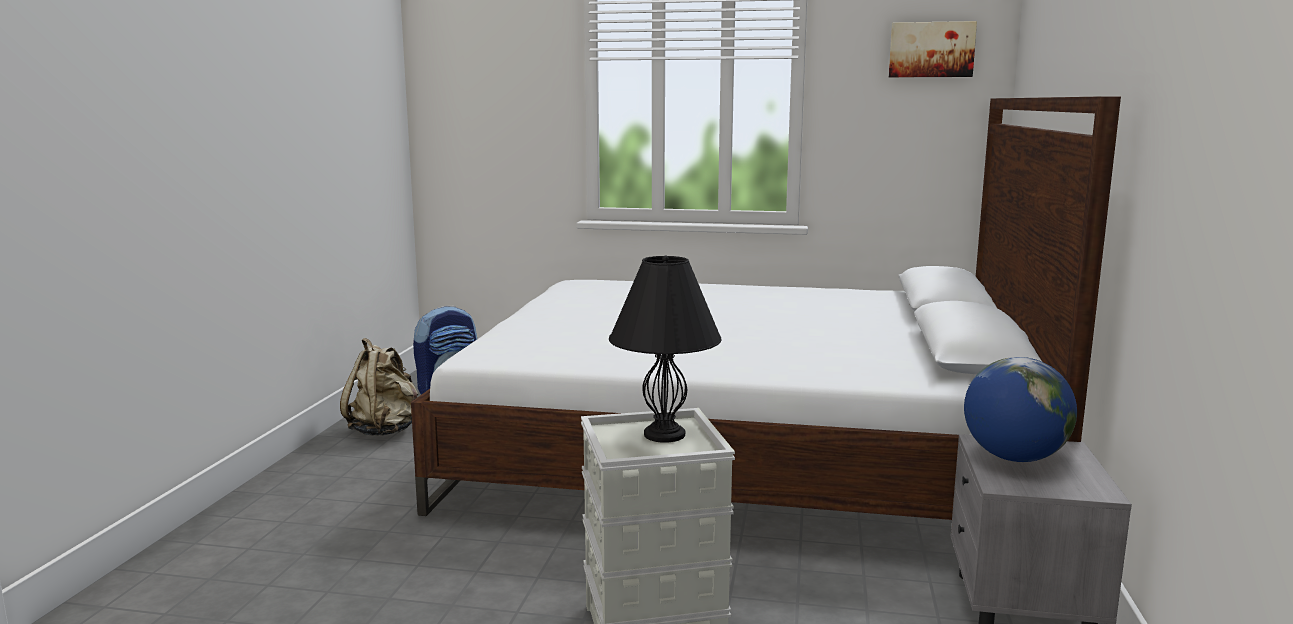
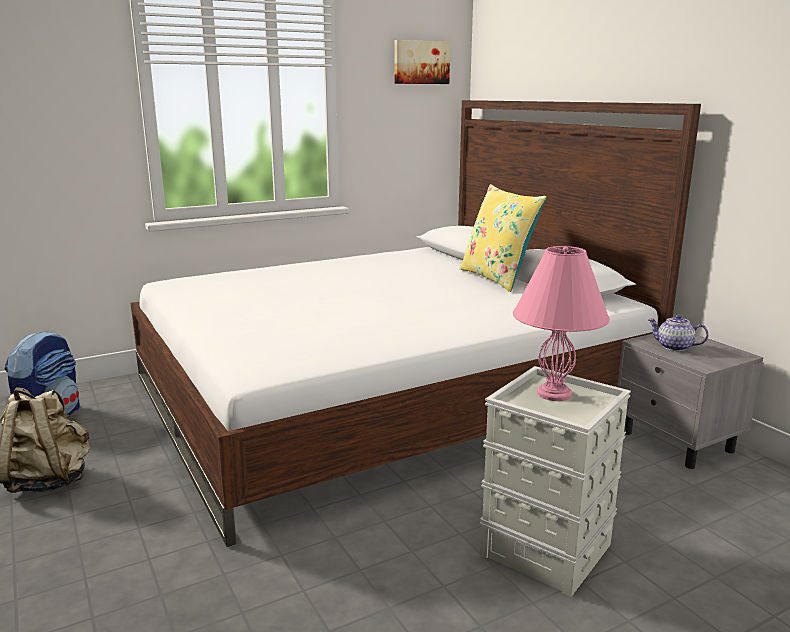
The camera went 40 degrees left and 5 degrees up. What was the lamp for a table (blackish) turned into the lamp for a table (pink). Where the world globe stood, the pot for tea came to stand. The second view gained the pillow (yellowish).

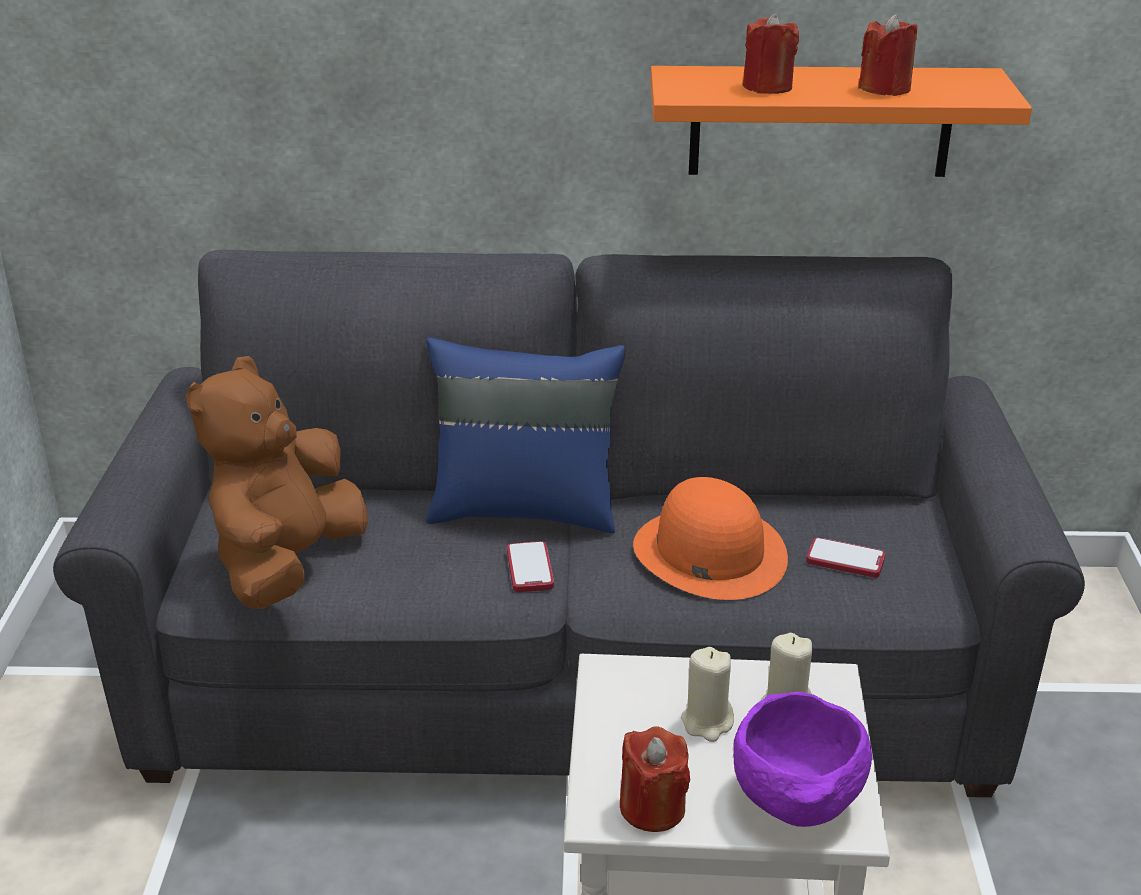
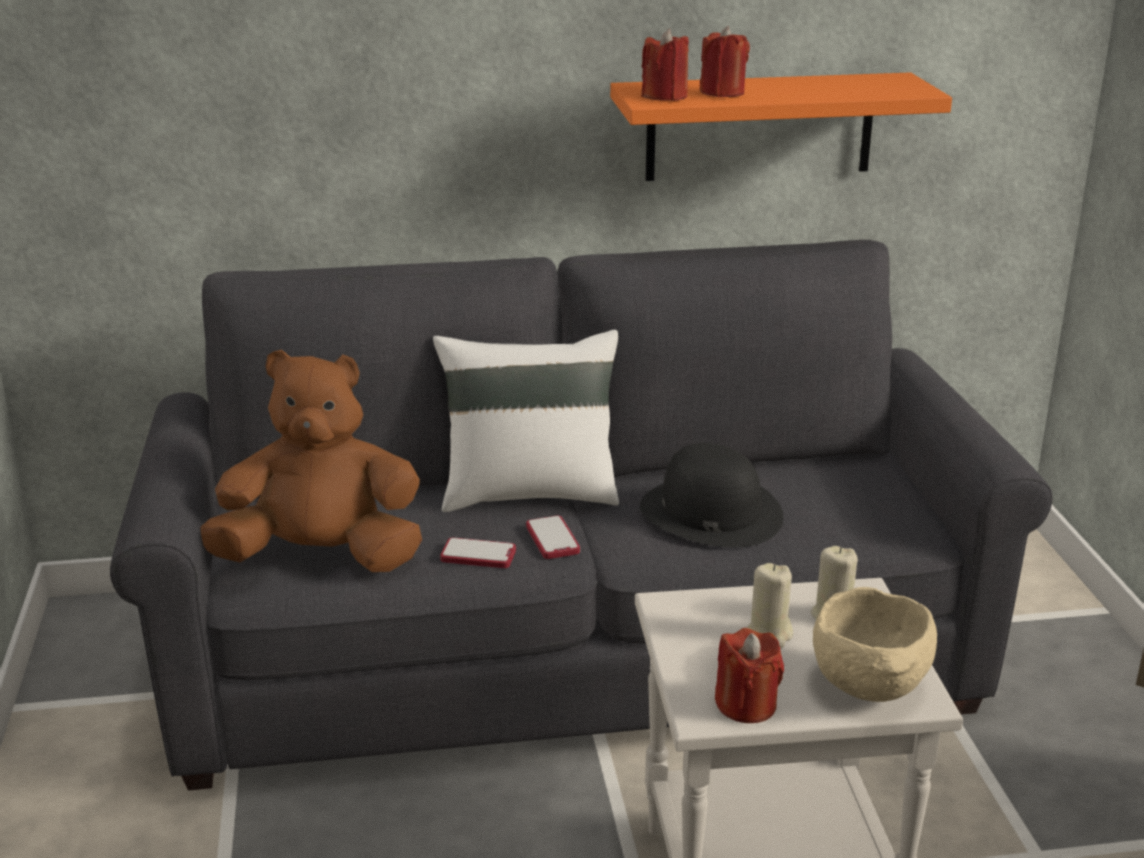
The camera went 10 degrees left and 5 degrees down. The plush toy (brown) ended up facing another way, 75 degrees clockwise from before. What was the pillow (blue-coloured) turned into the pillow (whitish). What was the hat (orange-coloured) turned into the hat (blackish). What was the serving bowl (purplish) turned into the serving bowl (beige-coloured). The handset (2nd from left in the first image) ended up elsewhere. The wax candle (red) (3rd from left in the first image) ended up elsewhere.

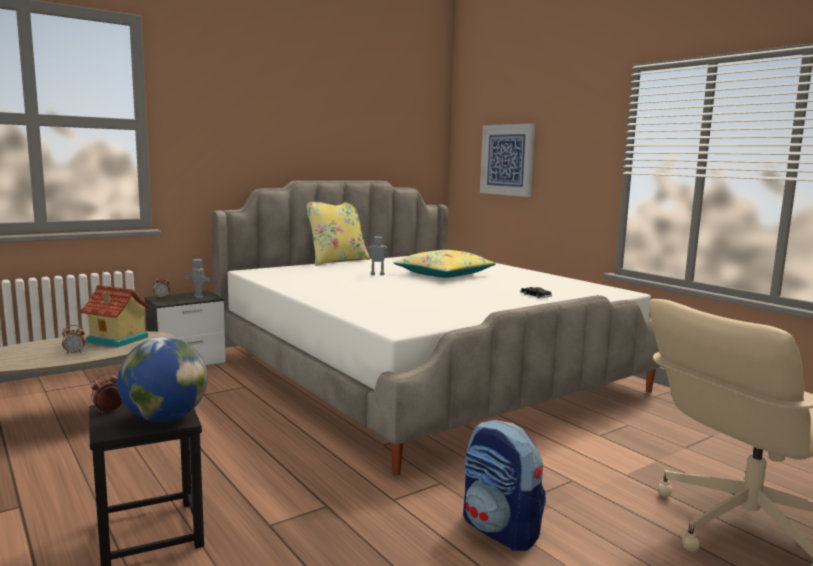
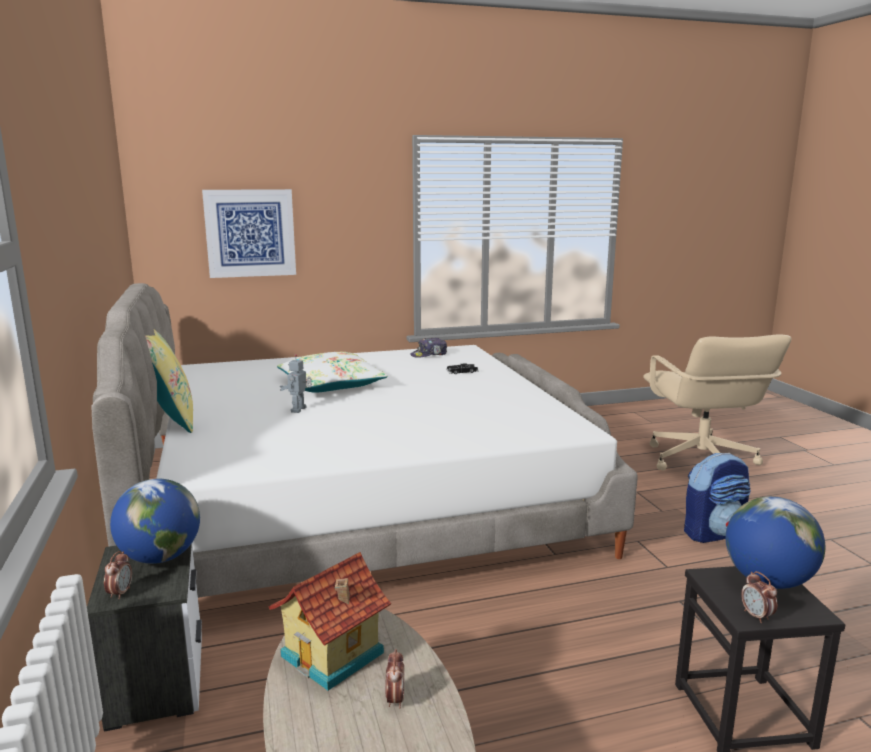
The camera went 70 degrees left and 5 degrees up. Where the robot figure (1st from left) stood, the world globe (1st from left) came to stand. What was the pillow (yellowish) (2nd from left) turned into the pillow (whitish). The second view gained the peaked cap.

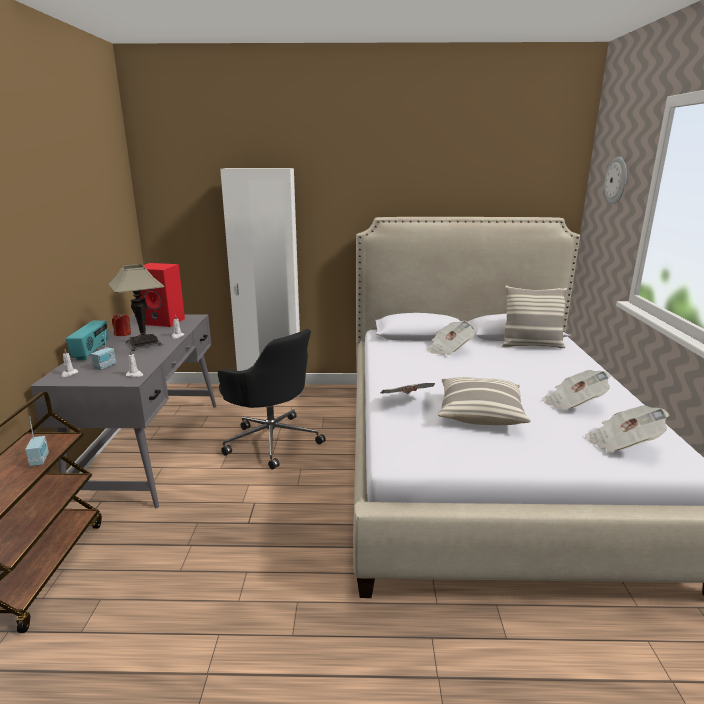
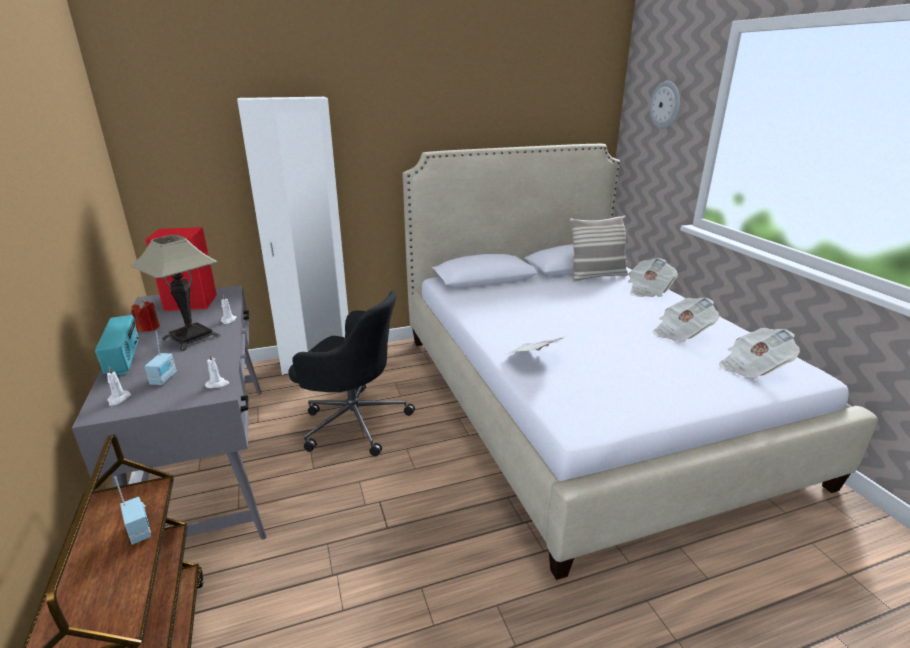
The camera went 20 degrees left and 5 degrees up. The printed paper (2nd from left) ended up elsewhere. The second view lost the pillow (1st from left).

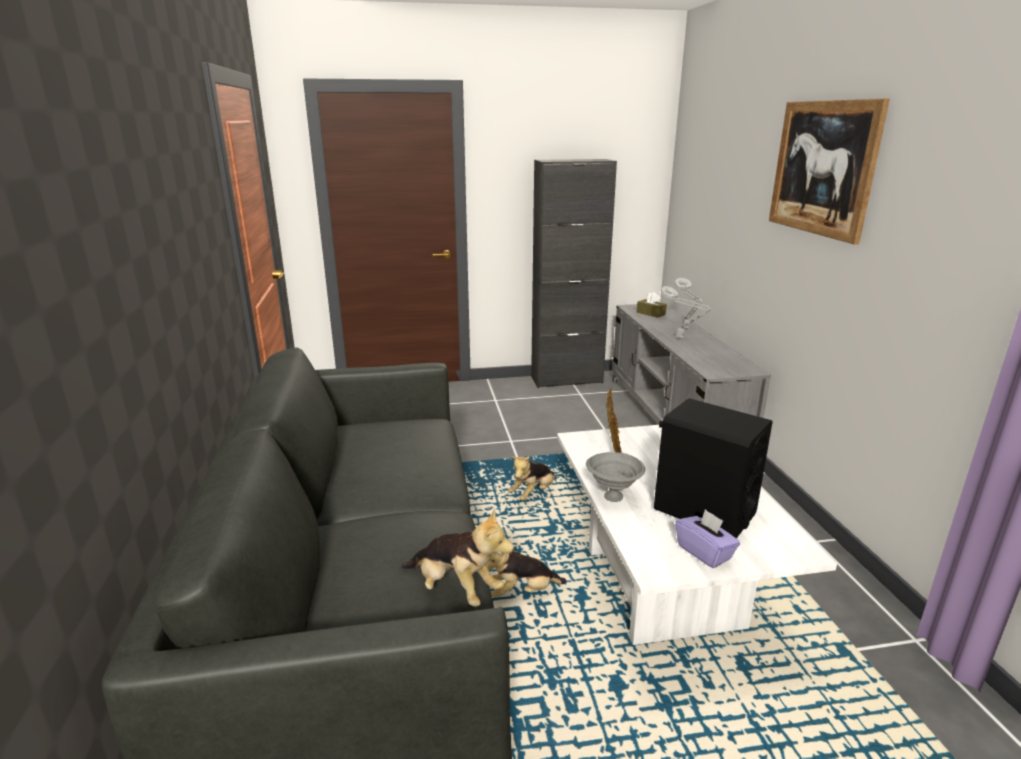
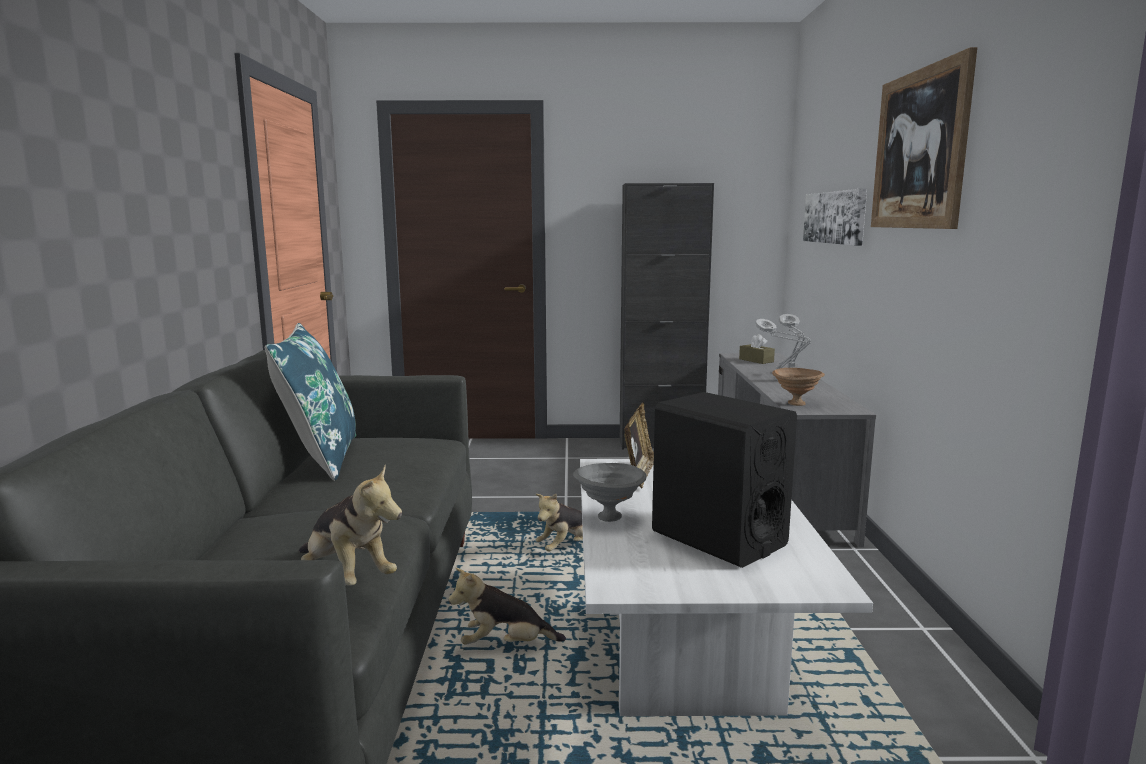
The camera went 10 degrees right and 10 degrees down. The second view lost the box of tissues (purplish). The second view gained the pillow (blue-coloured). The second view gained the serving bowl (brown). The second view gained the picture (1st from left).

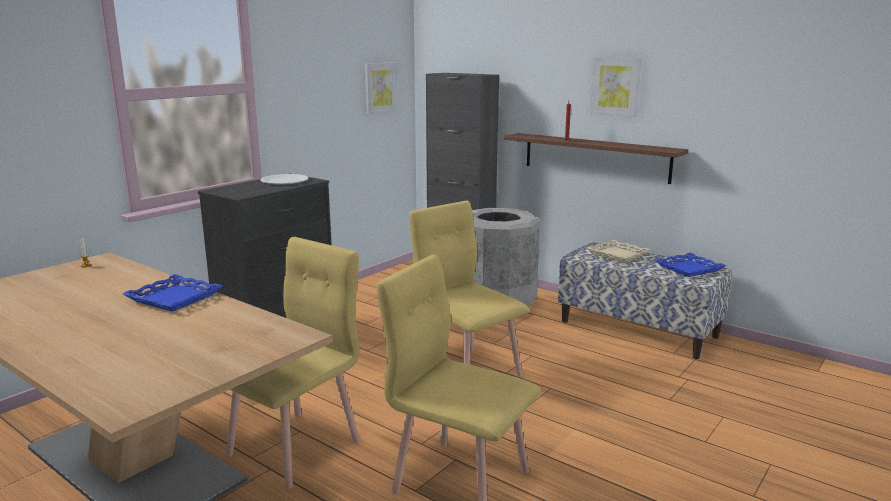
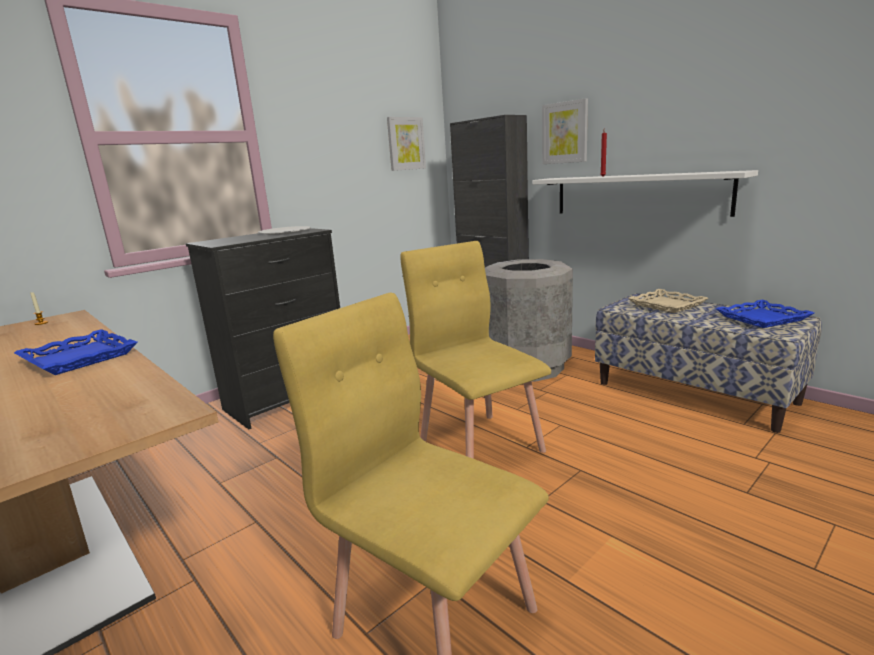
The camera went 10 degrees right and 0 degrees up. The second view lost the upright chair (yellowish) (1st from left). What was the bracket shelf (brown) turned into the bracket shelf (whitish). The picture (2nd from left) ended up elsewhere.

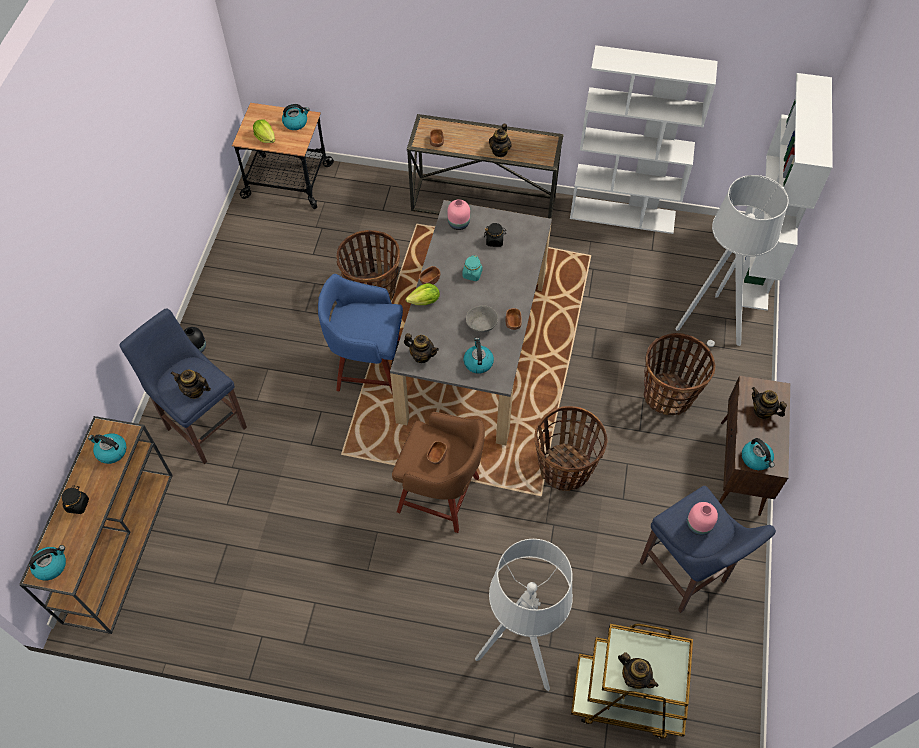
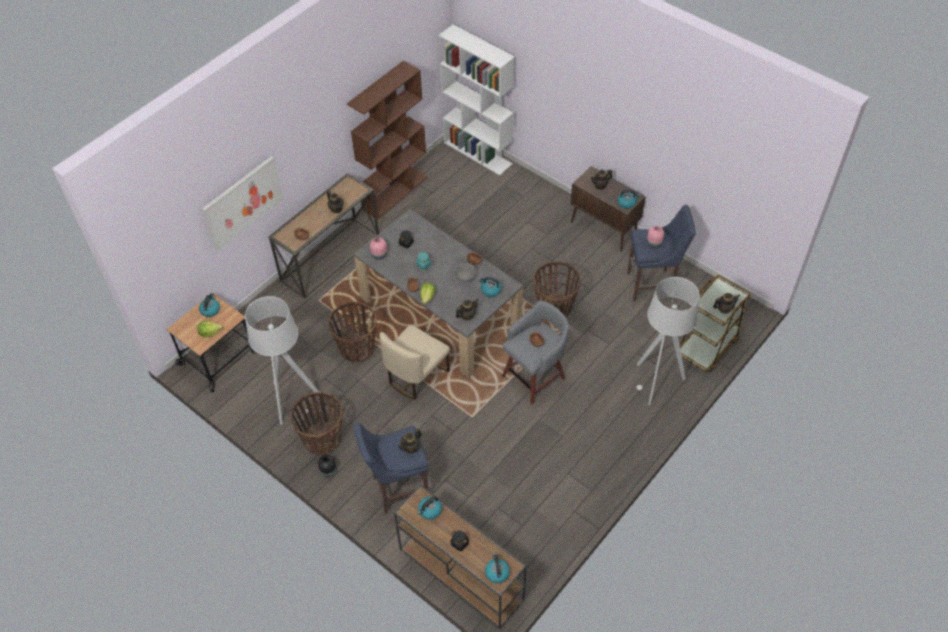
The camera went 60 degrees left and 5 degrees down. Where the stool (blue-coloured) (2nd from left) stood, the upright chair (beige-coloured) came to stand. What was the stool (brown) turned into the stool (gray). What was the shelving unit (whitish) (1st from left) turned into the shelving unit (brown). The household basket (3rd from left in the first image) ended up elsewhere. The standard lamp (gray) (2nd from left in the first image) ended up elsewhere. The second view gained the picture.

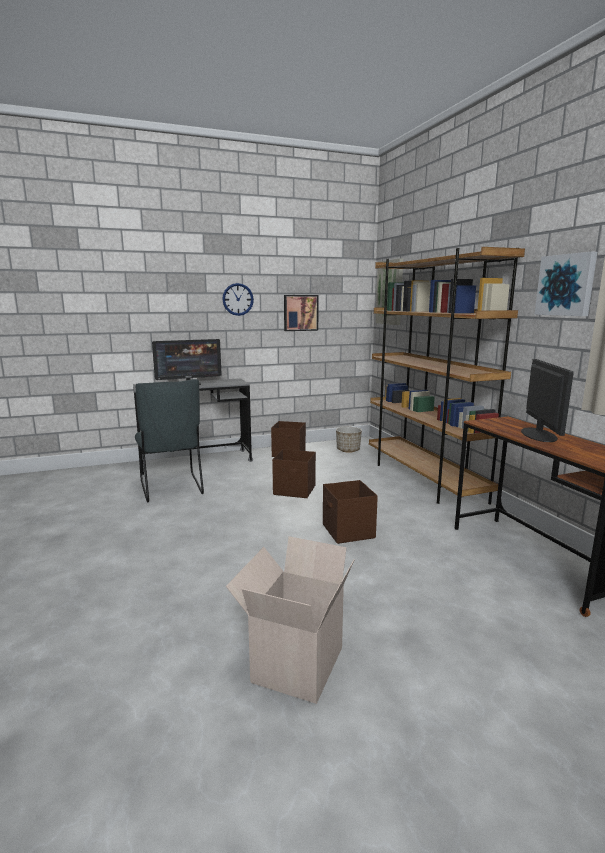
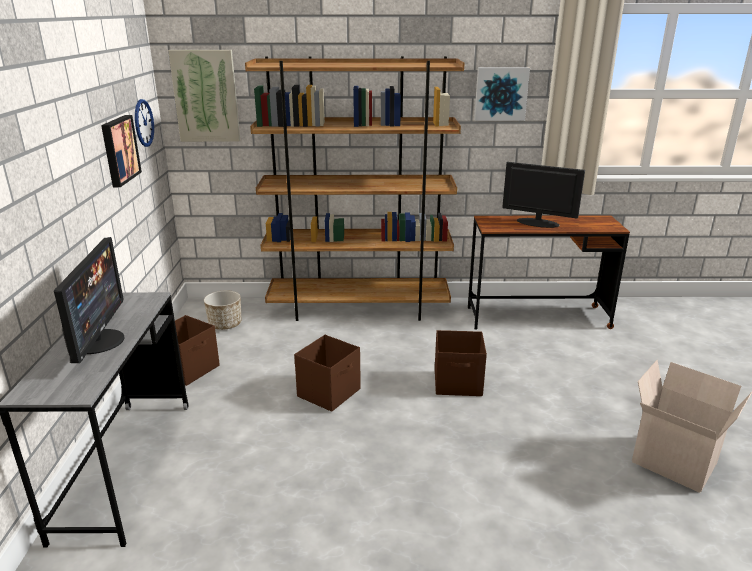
The camera went 70 degrees left and 10 degrees up. The second view lost the upright chair (gray). The wall clock ended up elsewhere.

